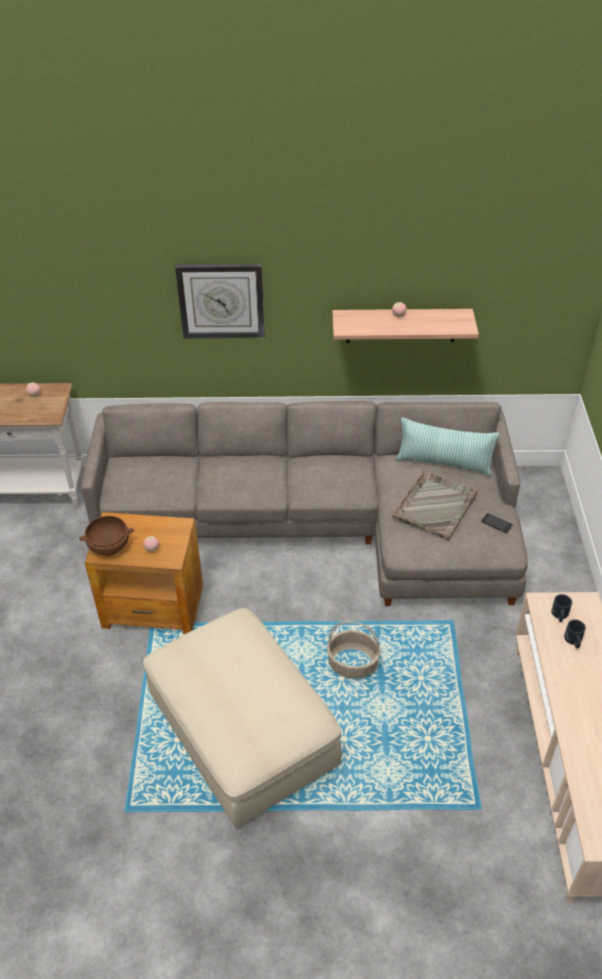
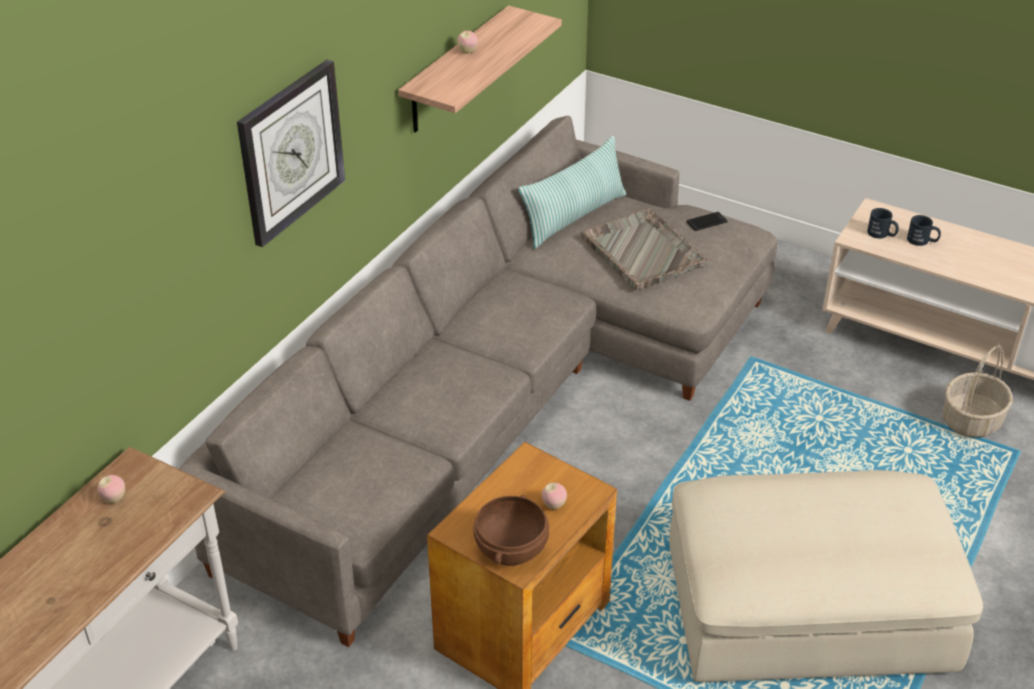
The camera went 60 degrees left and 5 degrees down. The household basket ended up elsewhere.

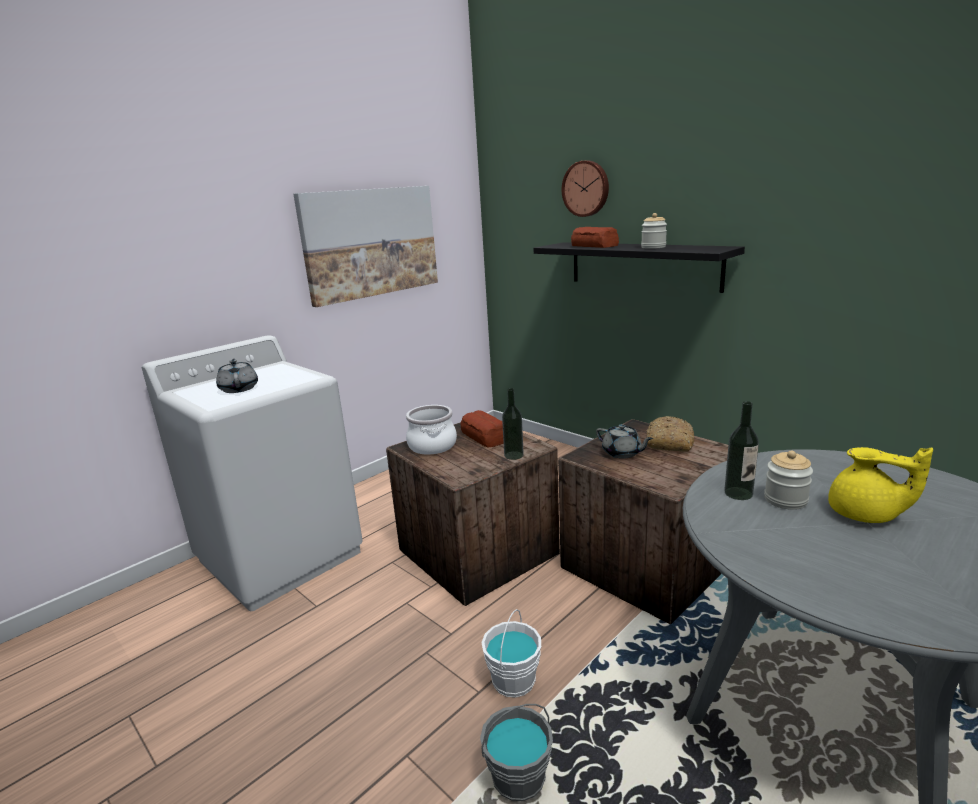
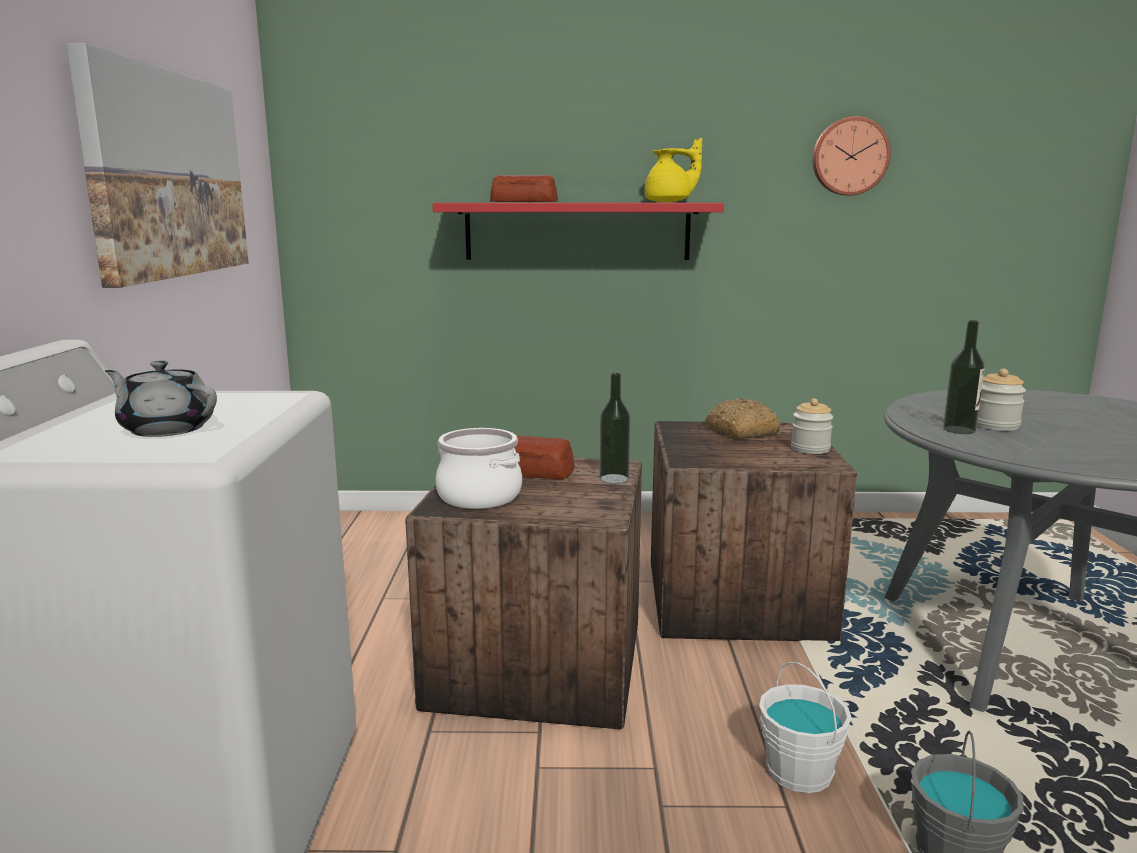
The camera went 45 degrees left and 5 degrees down. What was the bracket shelf (blackish) turned into the bracket shelf (red). The wall clock ended up elsewhere. The second view lost the pot for tea (gray) (2nd from left). The storage jar (1st from left) ended up elsewhere. The pot for tea (yellowish) ended up elsewhere.

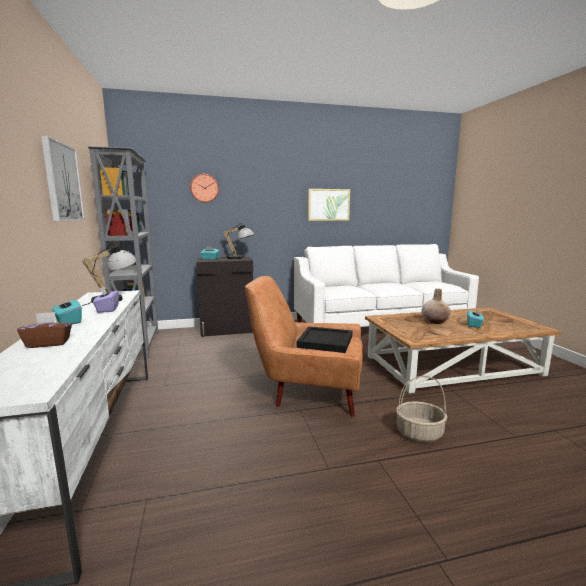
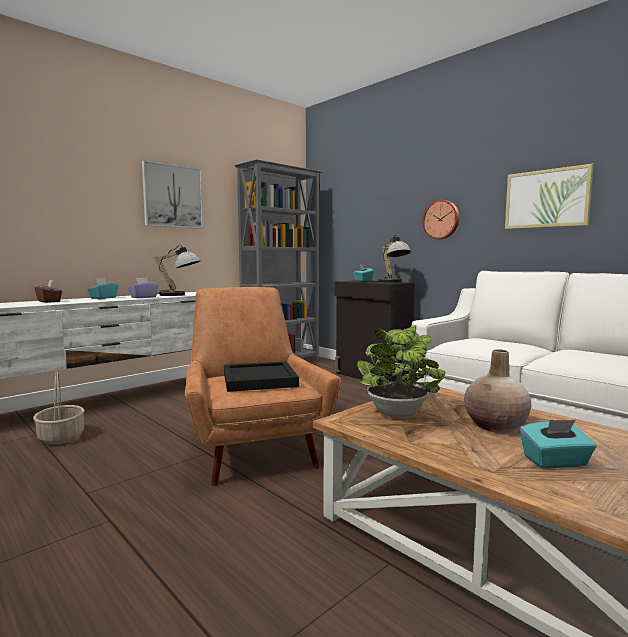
The camera went 60 degrees right and 5 degrees down. The wall clock ended up elsewhere. The household basket ended up elsewhere. The second view gained the houseplant.

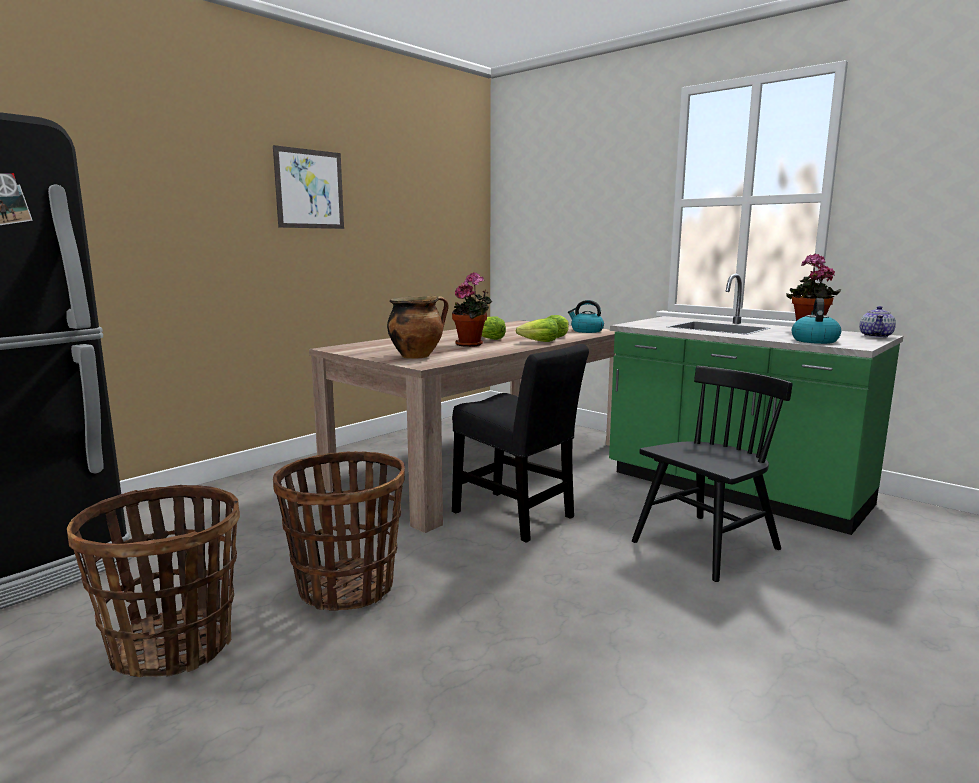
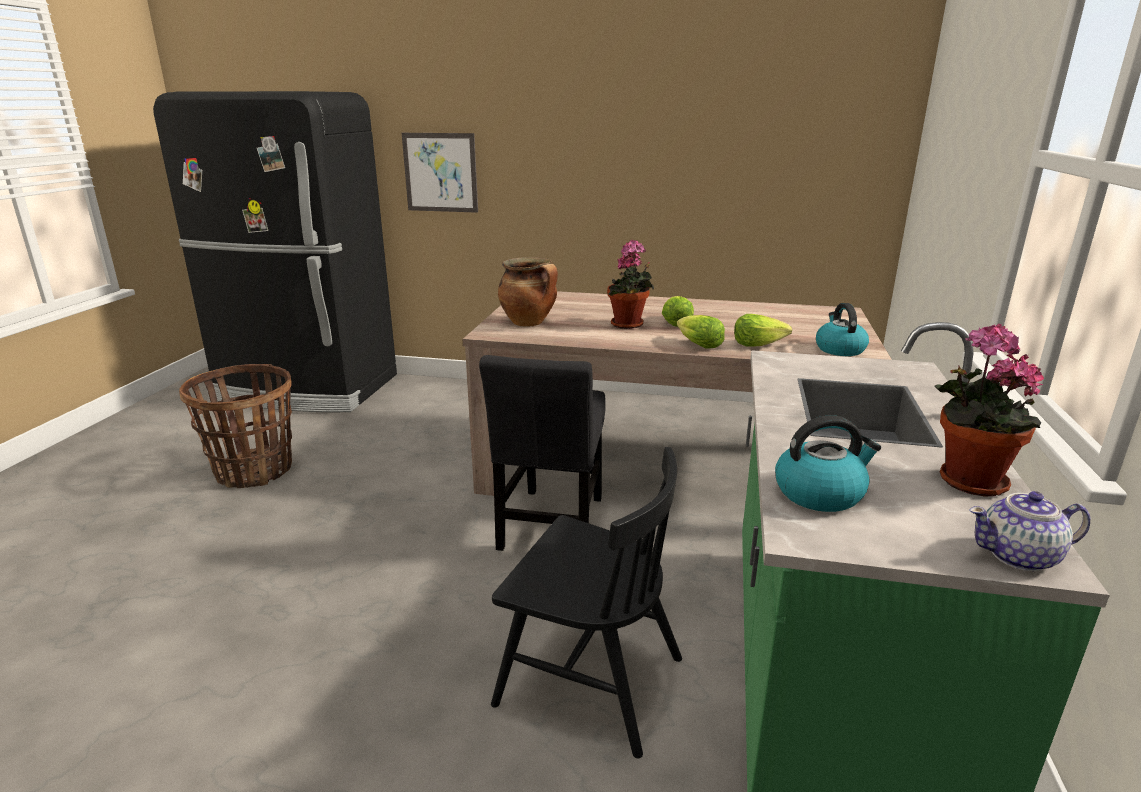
The camera went 60 degrees right and 10 degrees up. The picture ended up elsewhere. The second view lost the household basket (2nd from left).

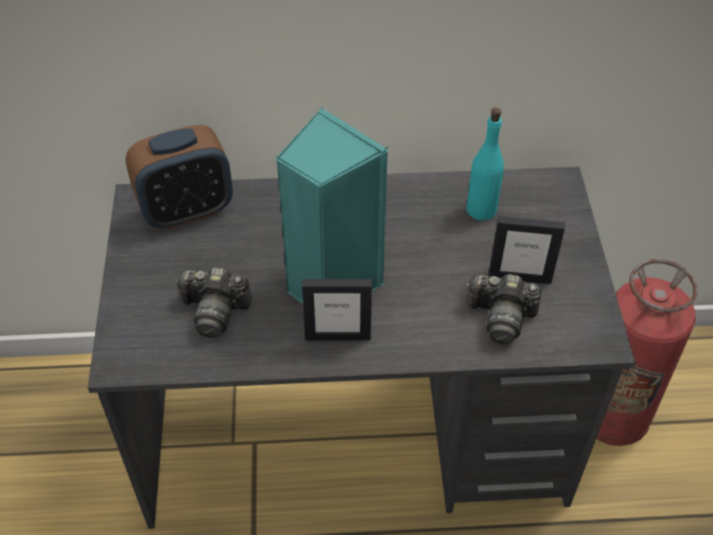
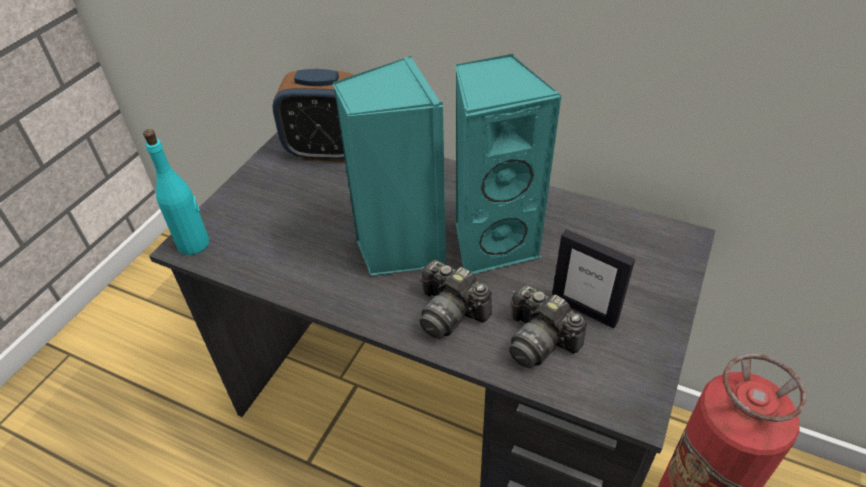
The camera went 30 degrees right and 5 degrees down. The still camera (1st from left) ended up elsewhere. The second view lost the standing frame (1st from left). The beverage bottle (turquoise) ended up elsewhere. The second view gained the loudspeaker (turquoise) (2nd from left).

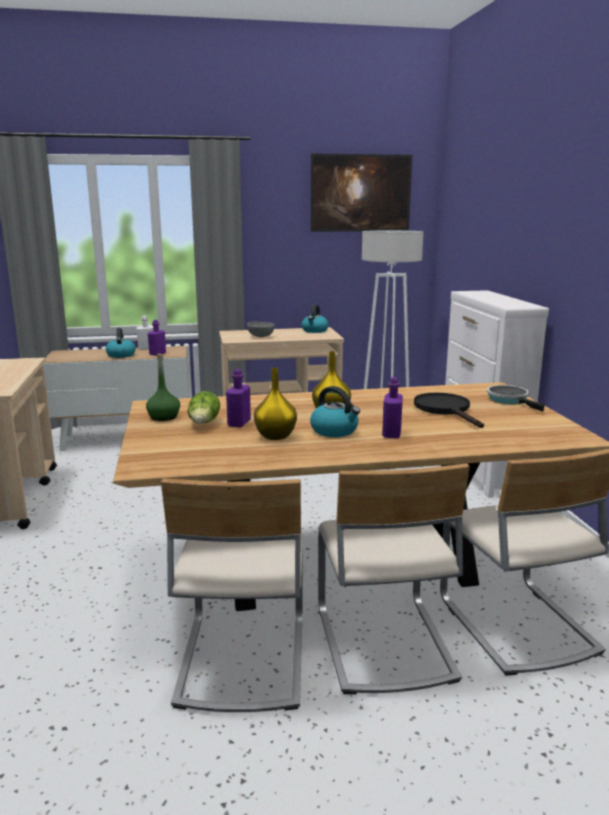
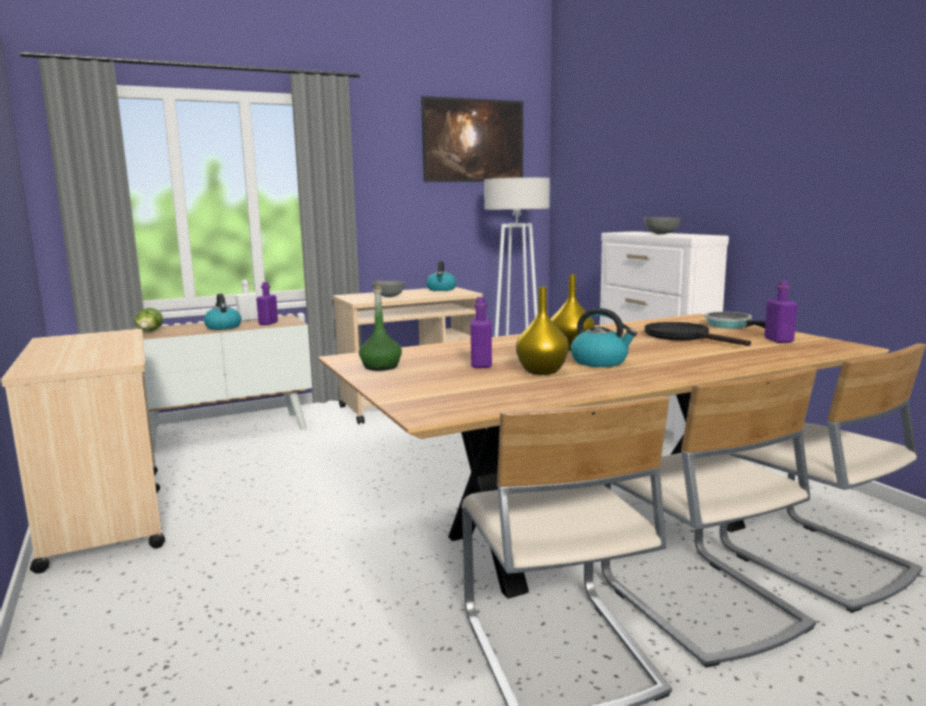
The camera went 15 degrees left and 5 degrees down. The head of lettuce ended up elsewhere. The beverage bottle (purplish) (3rd from left) ended up elsewhere. The second view gained the serving bowl (gray) (2nd from left).

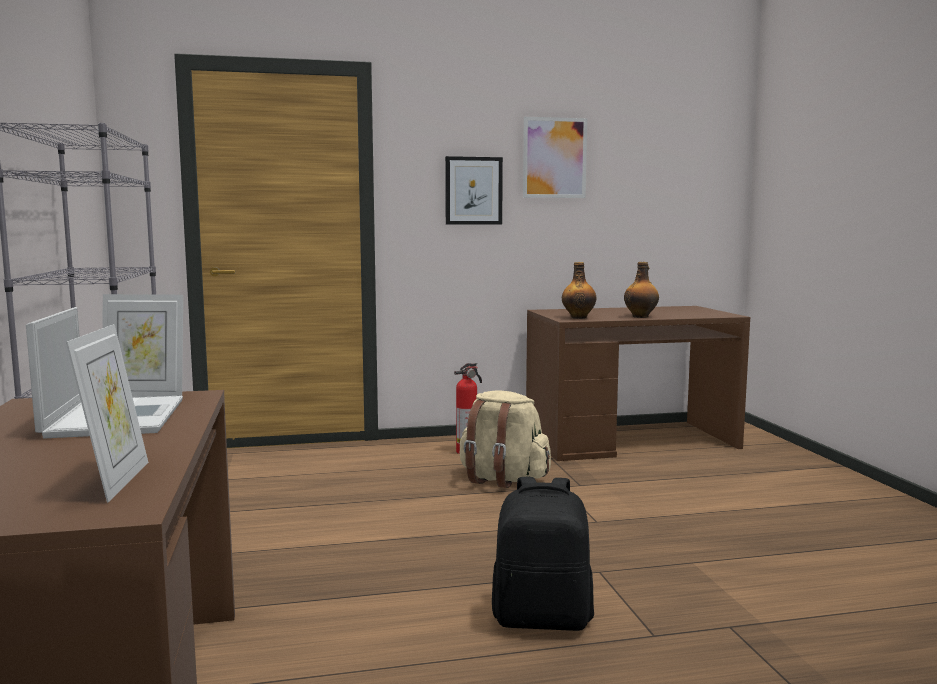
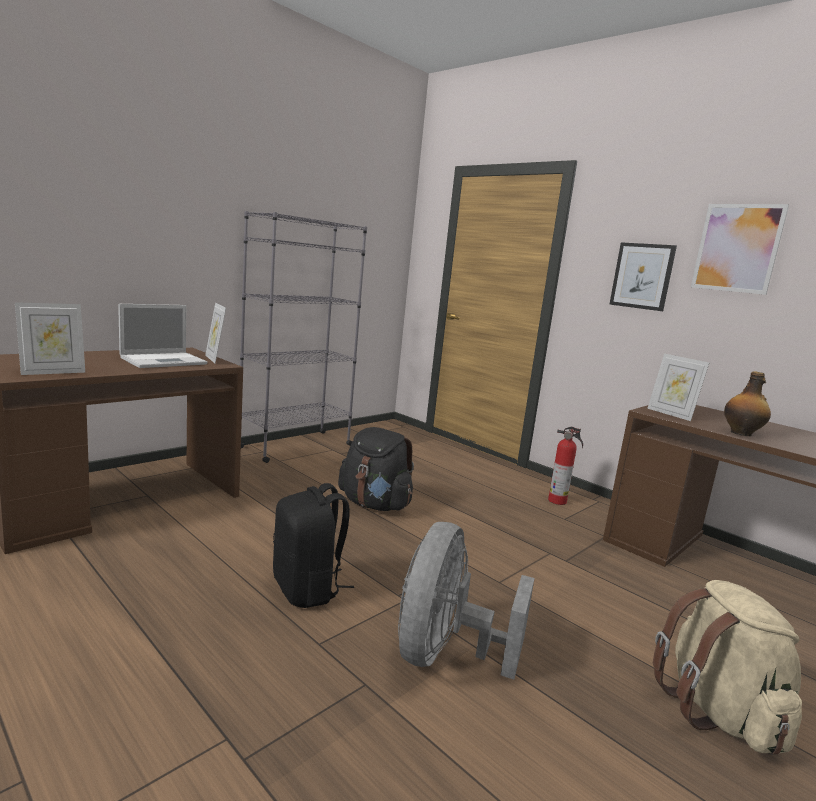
The camera went 55 degrees right and 5 degrees up. The backpack (beige-coloured) ended up elsewhere. Where the beverage bottle (1st from left) stood, the standing frame (3rd from left) came to stand. The second view gained the backpack (blackish) (2nd from left). The second view gained the cooling fan (gray).

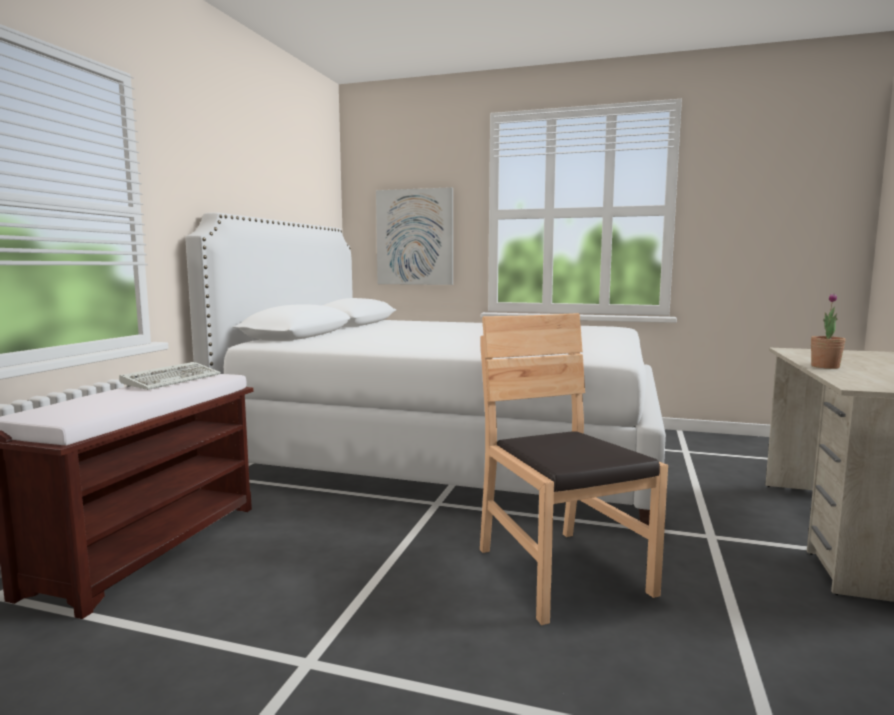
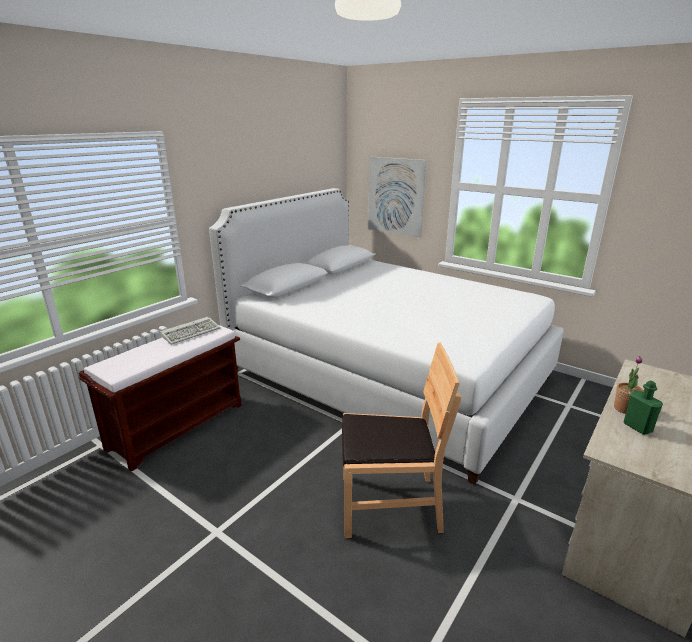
The camera went 20 degrees right and 15 degrees up. The upright chair (brown) ended up facing another way, 90 degrees clockwise from before. The second view gained the beverage bottle (green-coloured).

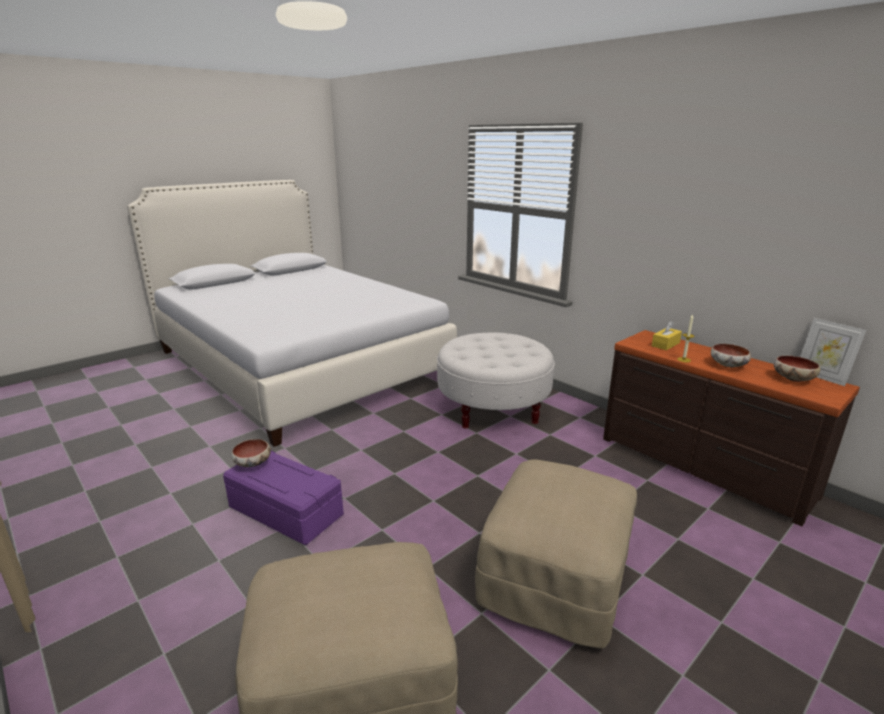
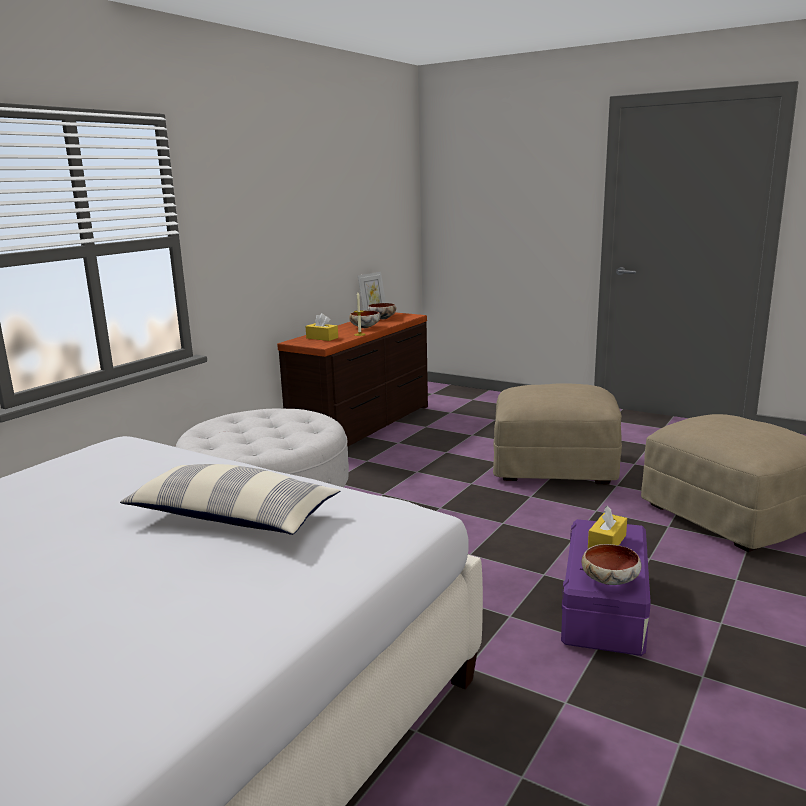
The camera went 105 degrees left and 5 degrees down. The second view gained the pillow. The second view gained the box of tissues (yellowish) (2nd from left).

